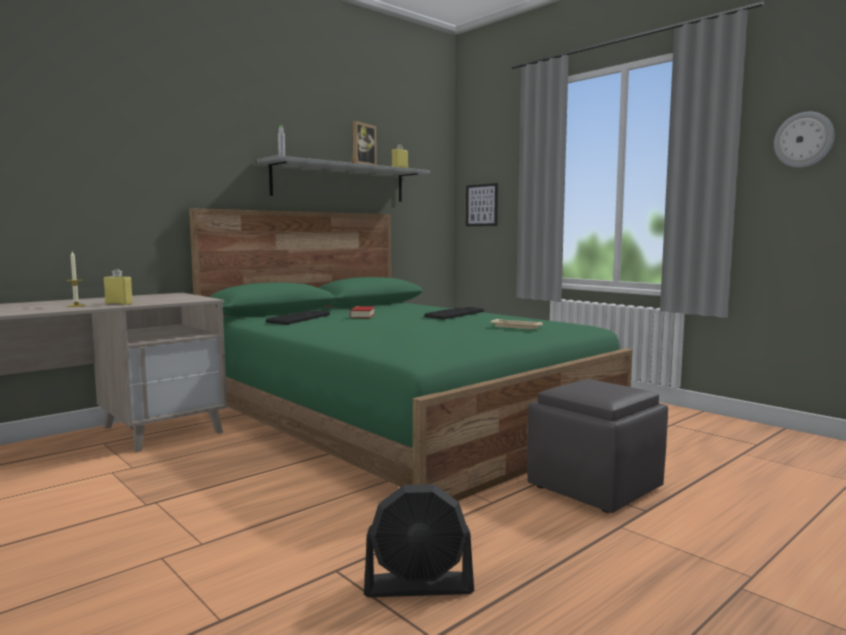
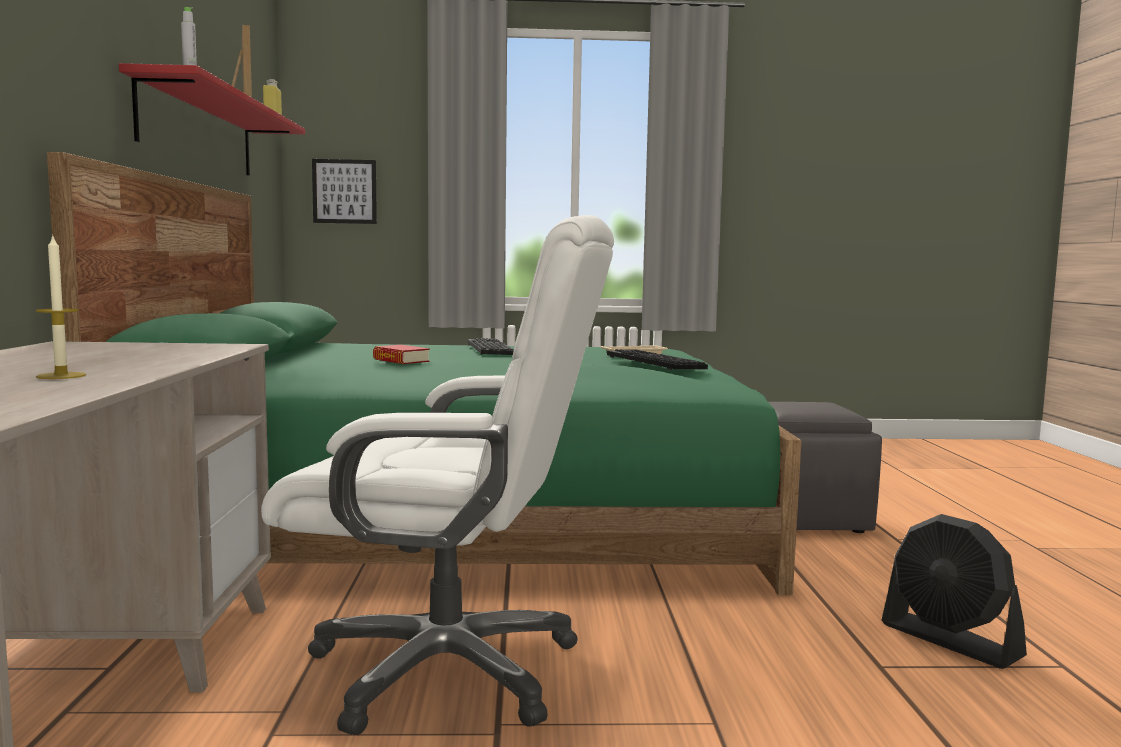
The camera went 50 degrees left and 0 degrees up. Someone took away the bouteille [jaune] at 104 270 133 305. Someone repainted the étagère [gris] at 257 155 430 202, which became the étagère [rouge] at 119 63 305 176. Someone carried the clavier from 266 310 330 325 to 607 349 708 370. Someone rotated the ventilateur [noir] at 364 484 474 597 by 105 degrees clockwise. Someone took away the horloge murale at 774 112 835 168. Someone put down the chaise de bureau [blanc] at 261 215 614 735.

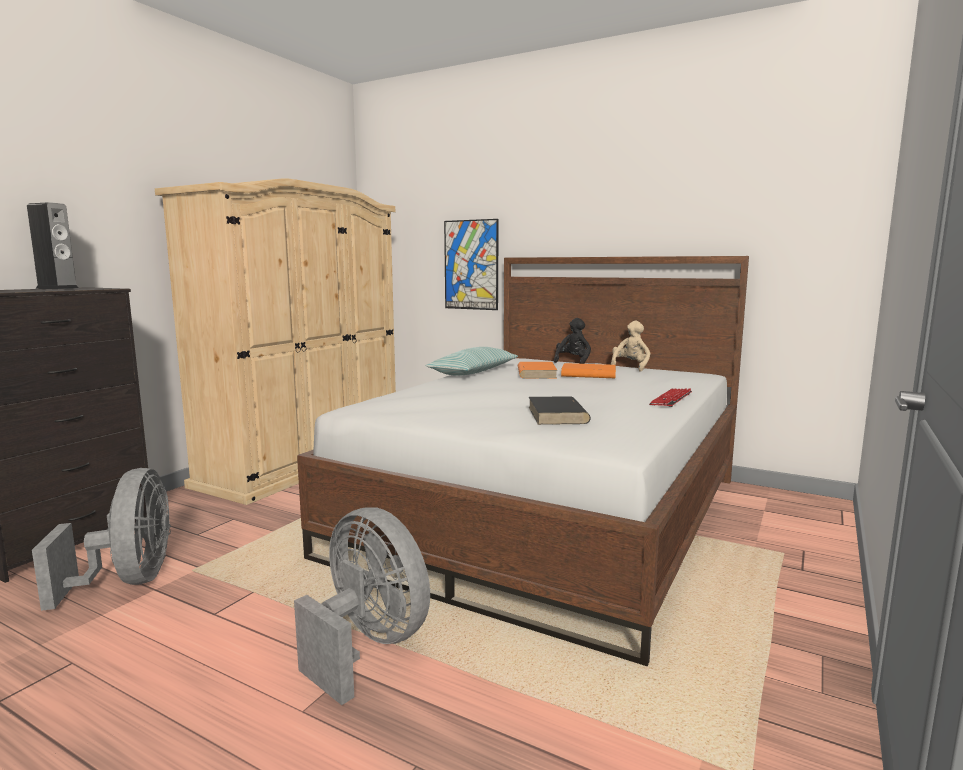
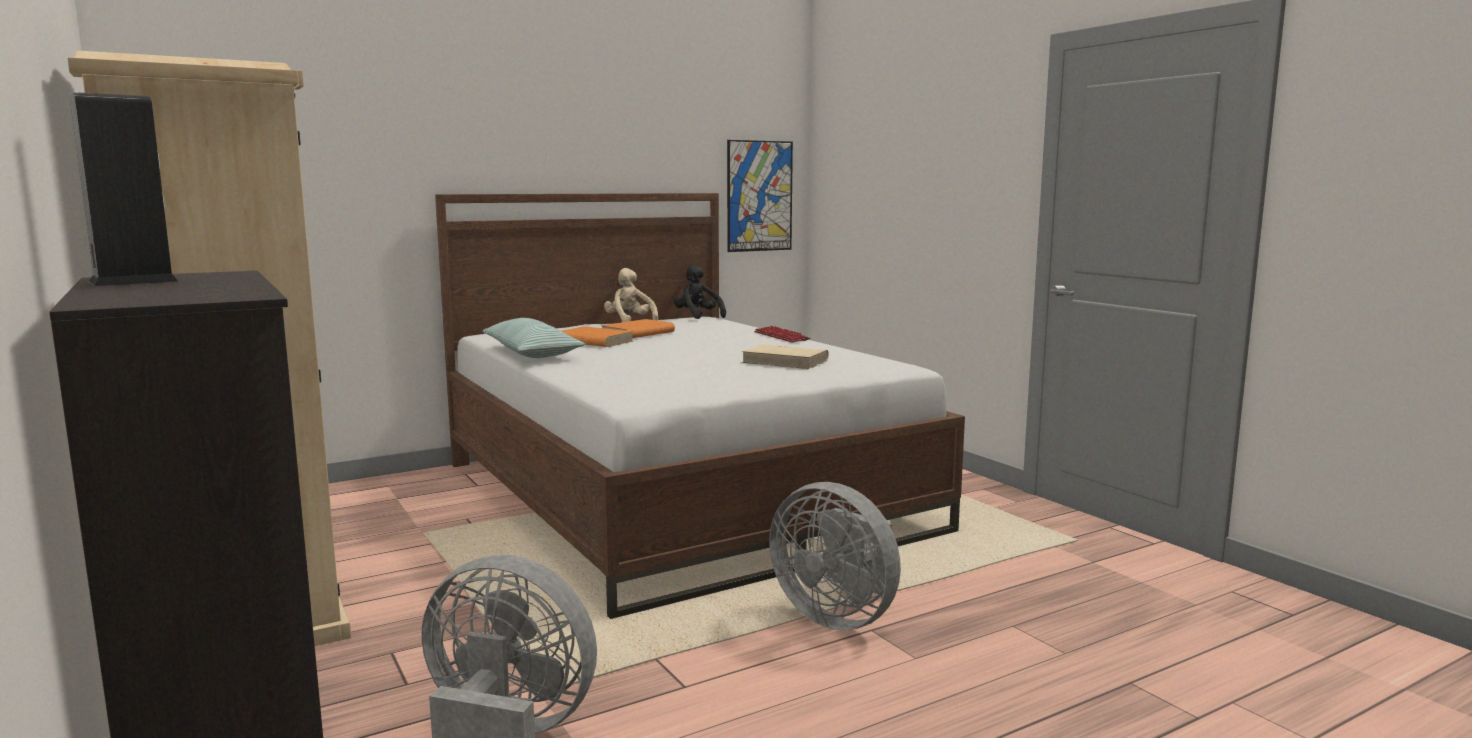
The camera went 60 degrees left and 0 degrees up. Someone rotated the ventilateur [gris] at 294 507 430 705 by 120 degrees counterclockwise. Someone carried the tableau from 444 219 499 310 to 727 140 793 252. Someone repainted the livre [noir] at 529 396 591 425, which became the livre [beige] at 742 344 829 369. Someone carried the peluche [noir] from 554 318 591 364 to 674 264 726 319.

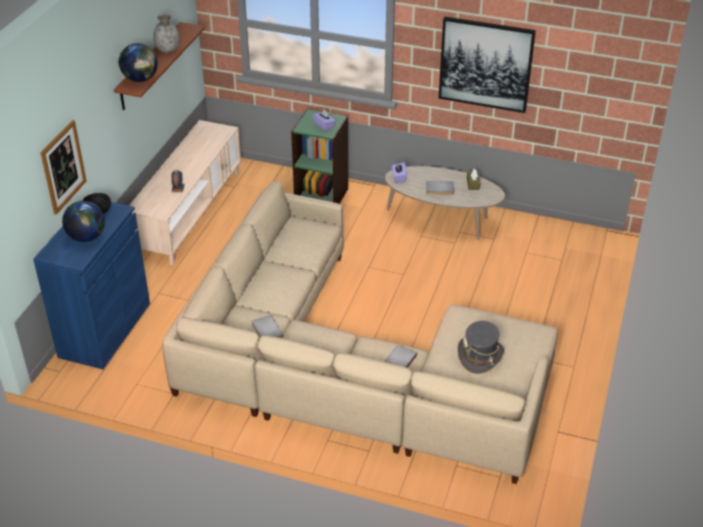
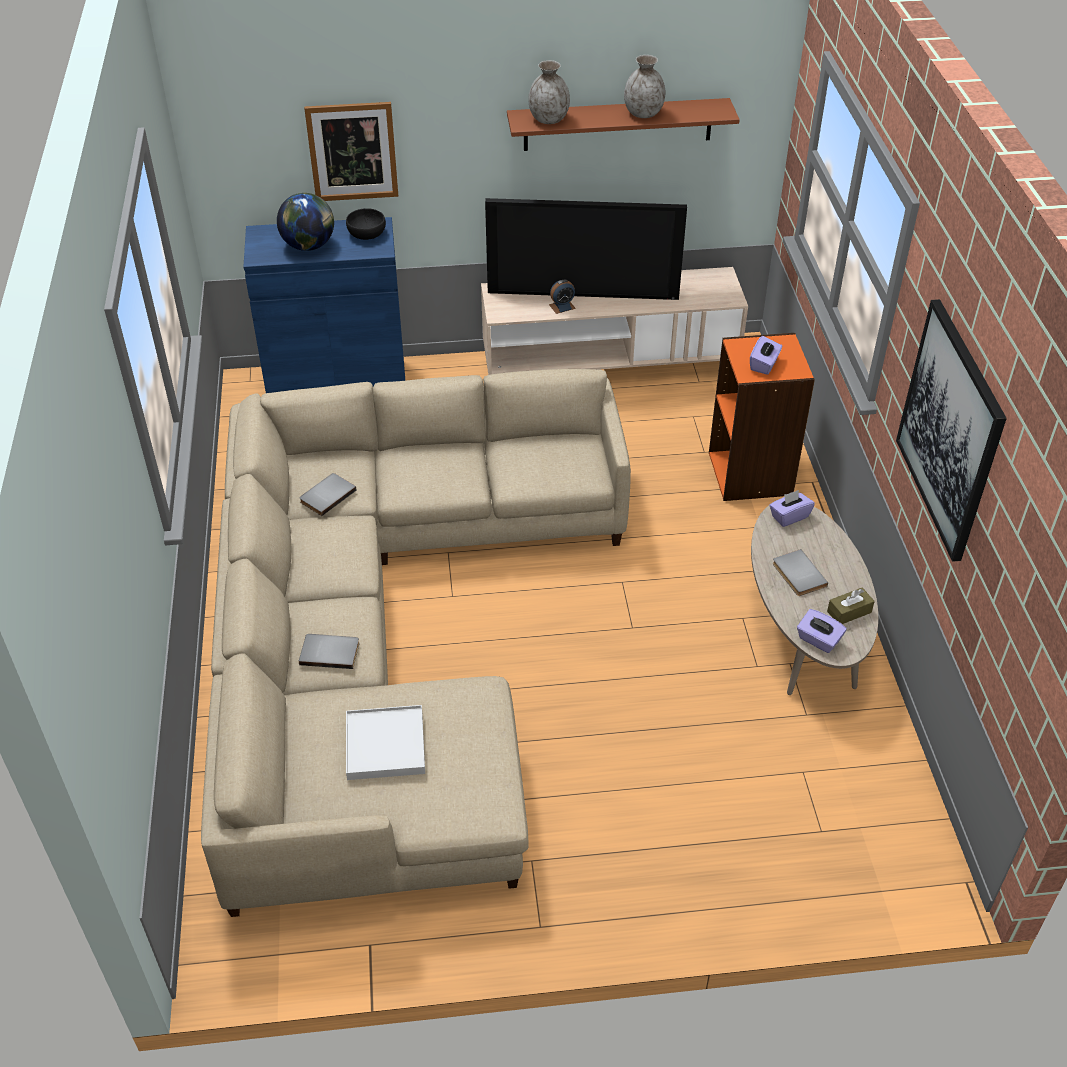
The camera went 65 degrees right and 5 degrees up. Someone swapped the globe at 119 43 158 82 for the vase [gris] at 528 60 570 124. Someone repainted the bibliothèque [vert] at 291 109 348 204, which became the bibliothèque [orange] at 709 333 815 501. Someone swapped the chapeau [gris] at 457 321 504 374 for the plateau [blanc] at 346 705 425 780. Someone put down the téléviseur at 485 198 687 300. Someone put down the boîte à mouchoirs [violet] at 797 609 847 653.

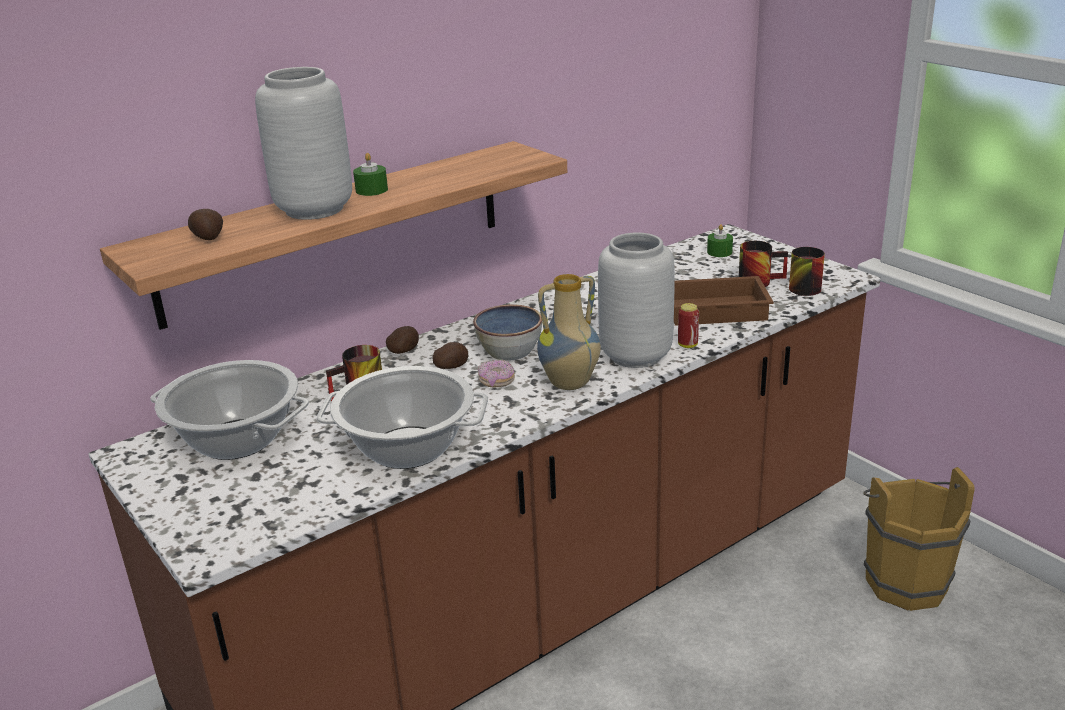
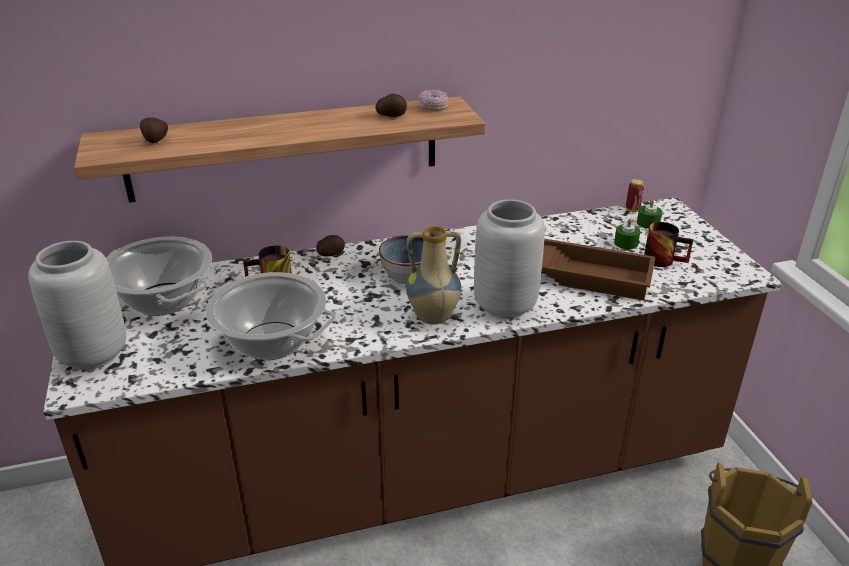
The camera went 20 degrees right and 5 degrees up. Someone carried the vase [gris] from 255 67 352 220 to 28 241 126 370. Someone carried the bougie [vert] from 353 153 388 196 to 614 218 640 249. Someone carried the pomme de terre from 433 342 468 369 to 376 94 407 117. Someone carried the beignet from 478 359 515 388 to 419 90 449 111. Someone carried the boîte métallique from 678 303 699 348 to 626 179 644 212. Someone took away the mug at 789 247 825 296.

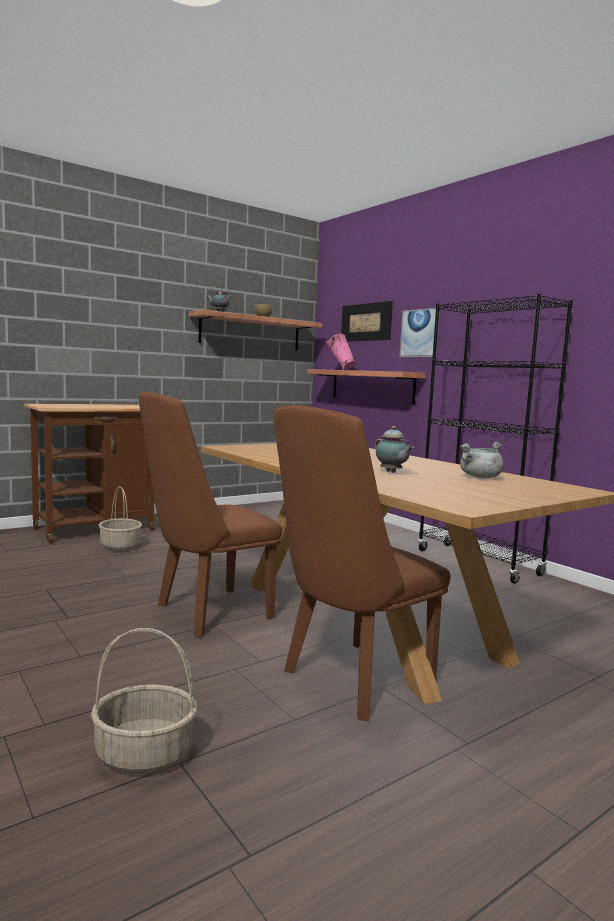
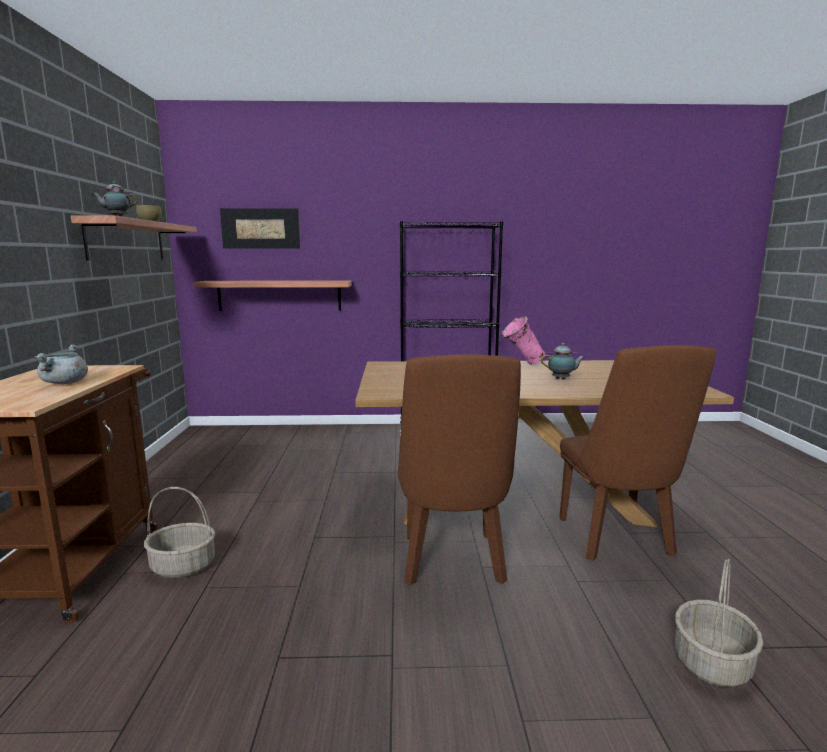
The camera went 55 degrees left and 5 degrees up. Someone carried the vase [rose] from 325 333 355 370 to 501 316 545 365. Someone took away the tableau at 399 308 440 357. Someone carried the marmite [gris] from 460 442 504 478 to 34 344 88 384.

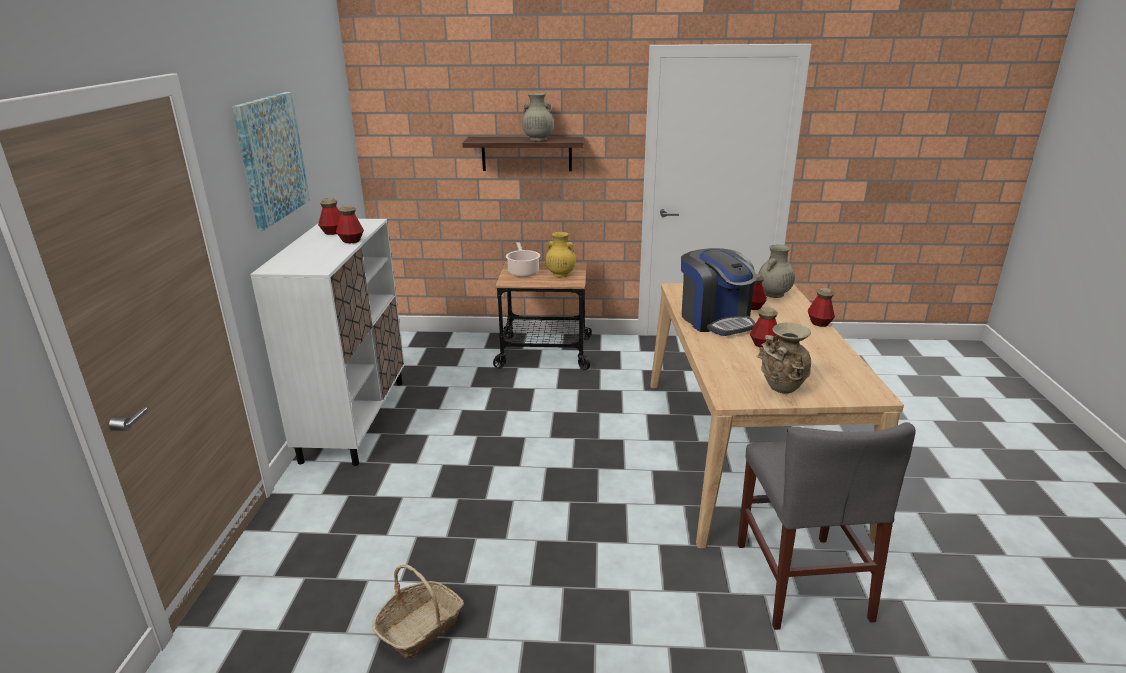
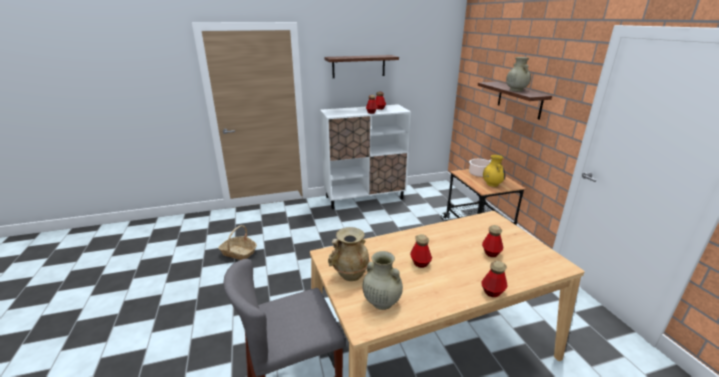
The camera went 70 degrees right and 0 degrees up. Someone swapped the tableau at 232 92 310 230 for the étagère at 324 55 399 78. Someone took away the machine à café at 681 248 757 336. Someone carried the vase [beige] from 758 245 795 298 to 362 251 403 310.

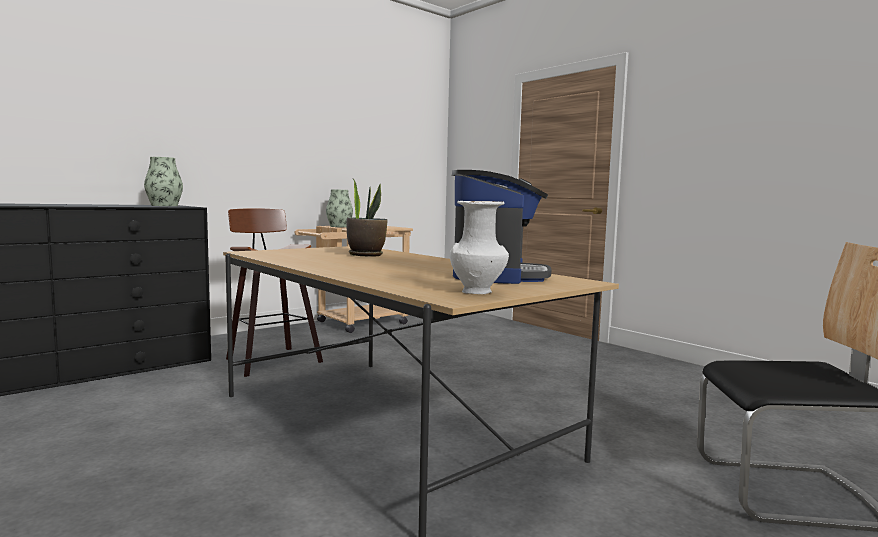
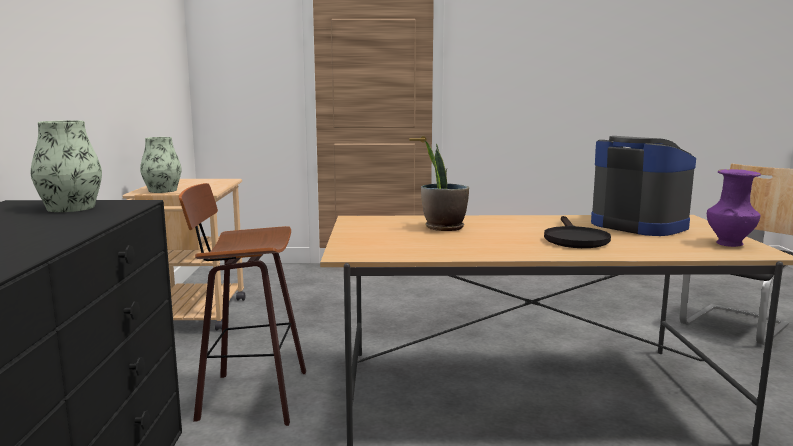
The camera went 50 degrees left and 5 degrees up. Someone repainted the vase [blanc] at 450 201 509 294, which became the vase [violet] at 707 169 761 247. Someone put down the poêle [noir] at 544 216 611 248.

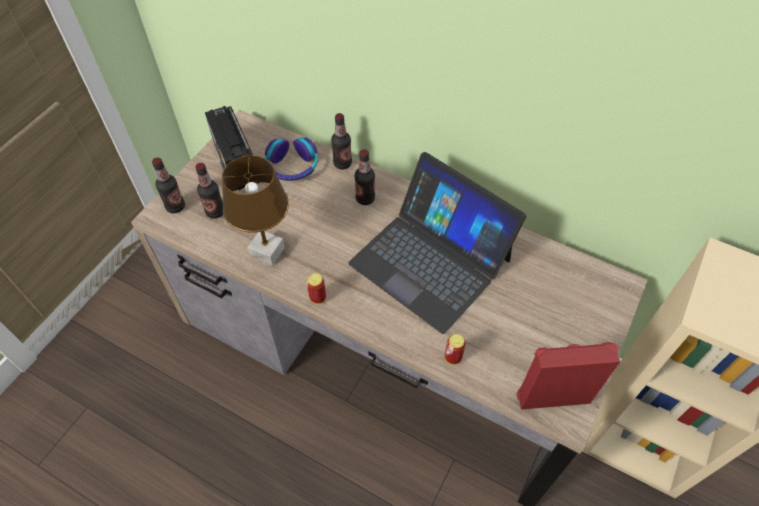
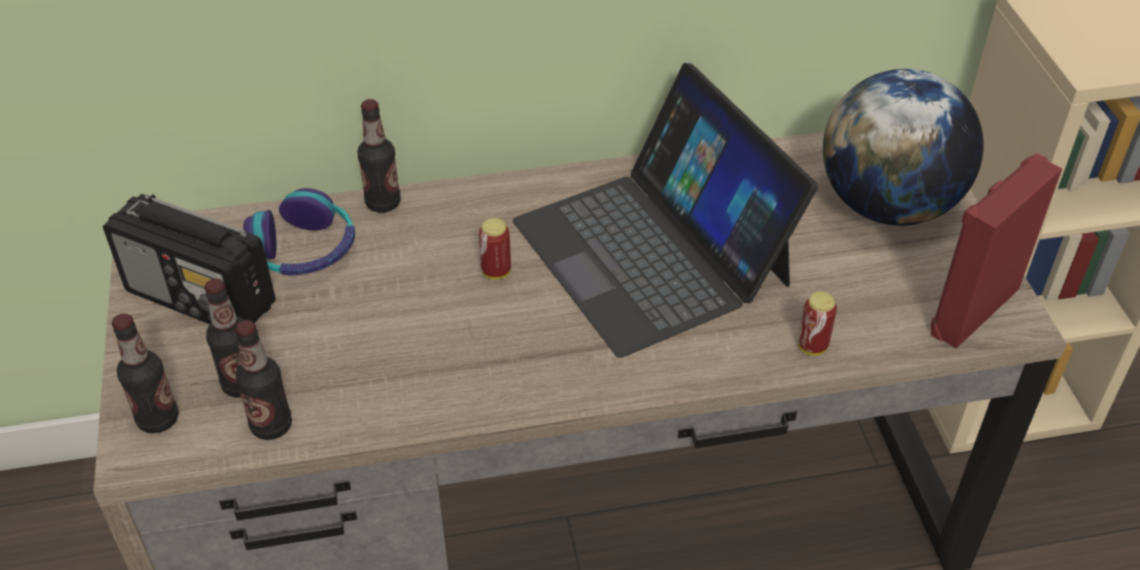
The camera went 40 degrees left and 10 degrees down. Someone took away the lampe de table [marron] at 222 155 289 266. Someone carried the boîte métallique from 307 273 326 304 to 479 218 511 280. Someone rotated the ordinateur portable at 348 152 526 334 by 60 degrees clockwise. Someone carried the bouteille from 355 149 375 205 to 235 320 292 440. Someone put down the globe at 823 69 984 226.

